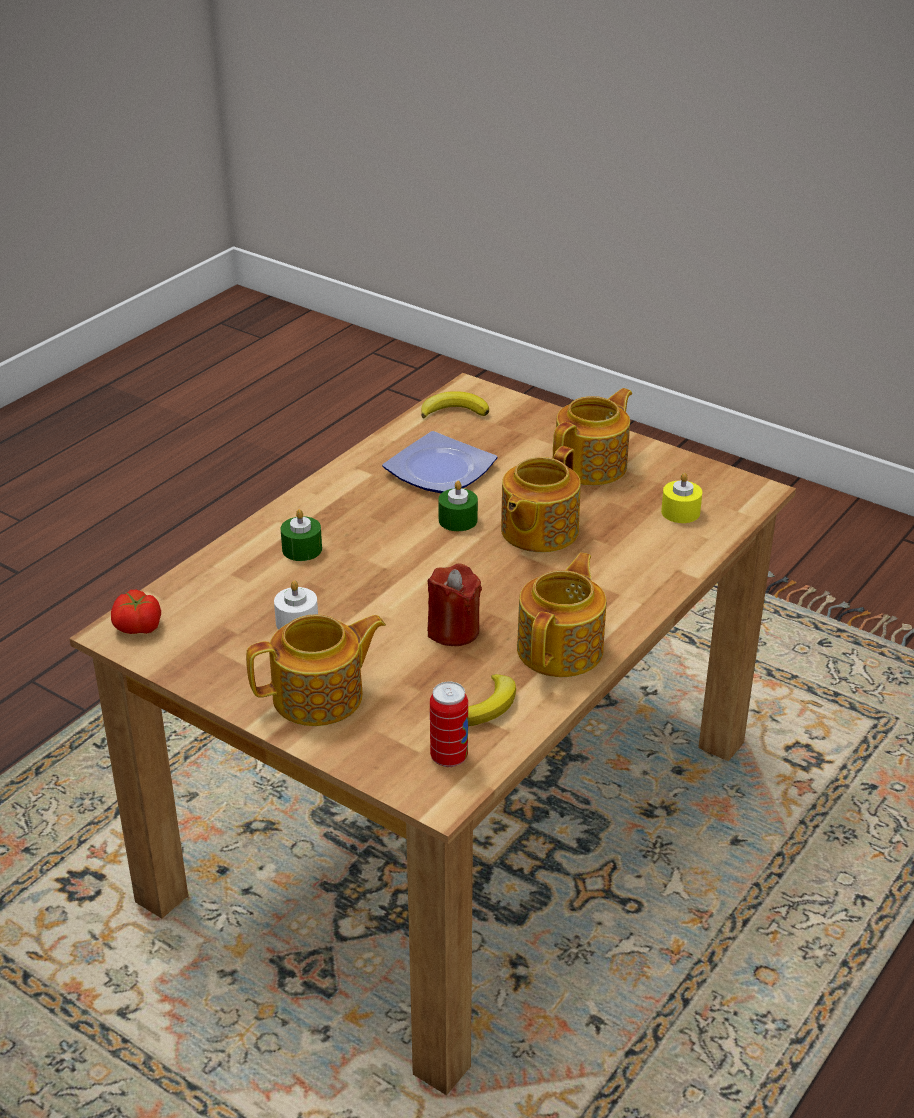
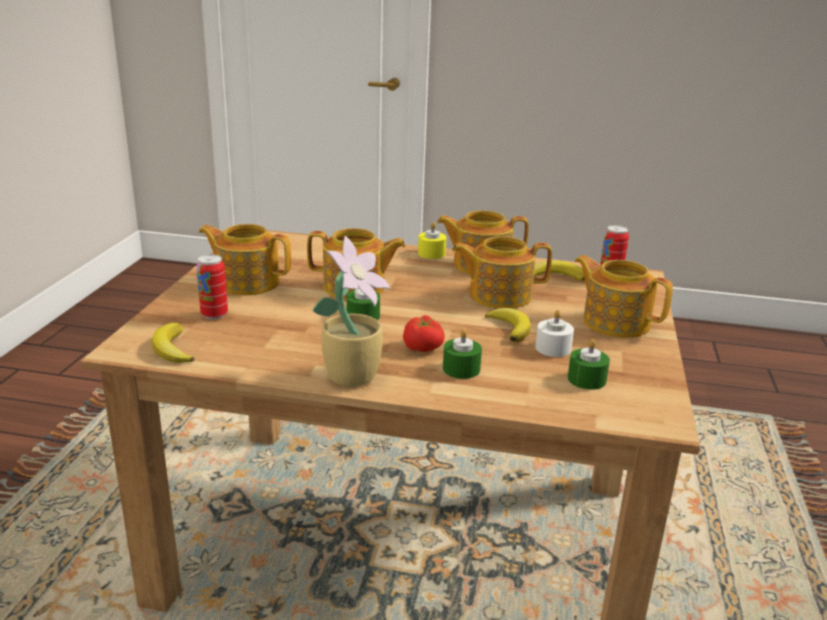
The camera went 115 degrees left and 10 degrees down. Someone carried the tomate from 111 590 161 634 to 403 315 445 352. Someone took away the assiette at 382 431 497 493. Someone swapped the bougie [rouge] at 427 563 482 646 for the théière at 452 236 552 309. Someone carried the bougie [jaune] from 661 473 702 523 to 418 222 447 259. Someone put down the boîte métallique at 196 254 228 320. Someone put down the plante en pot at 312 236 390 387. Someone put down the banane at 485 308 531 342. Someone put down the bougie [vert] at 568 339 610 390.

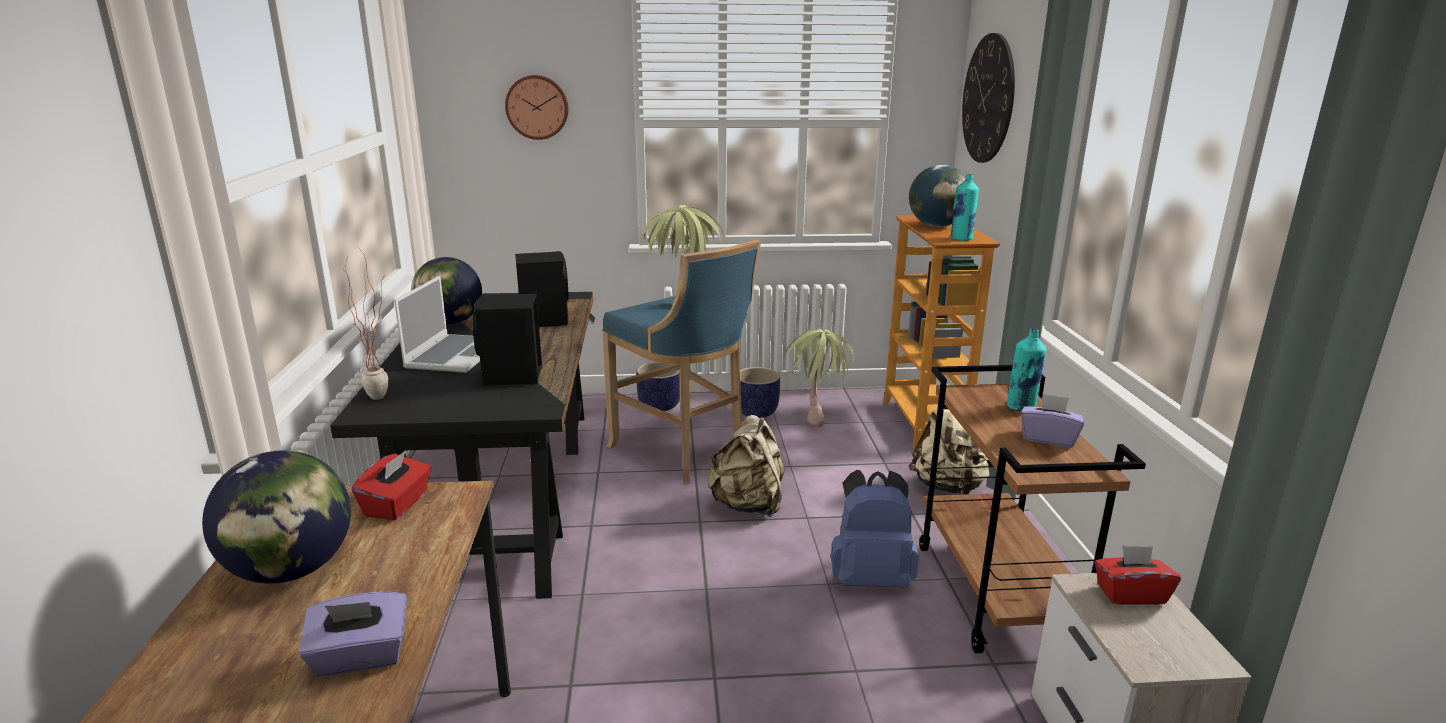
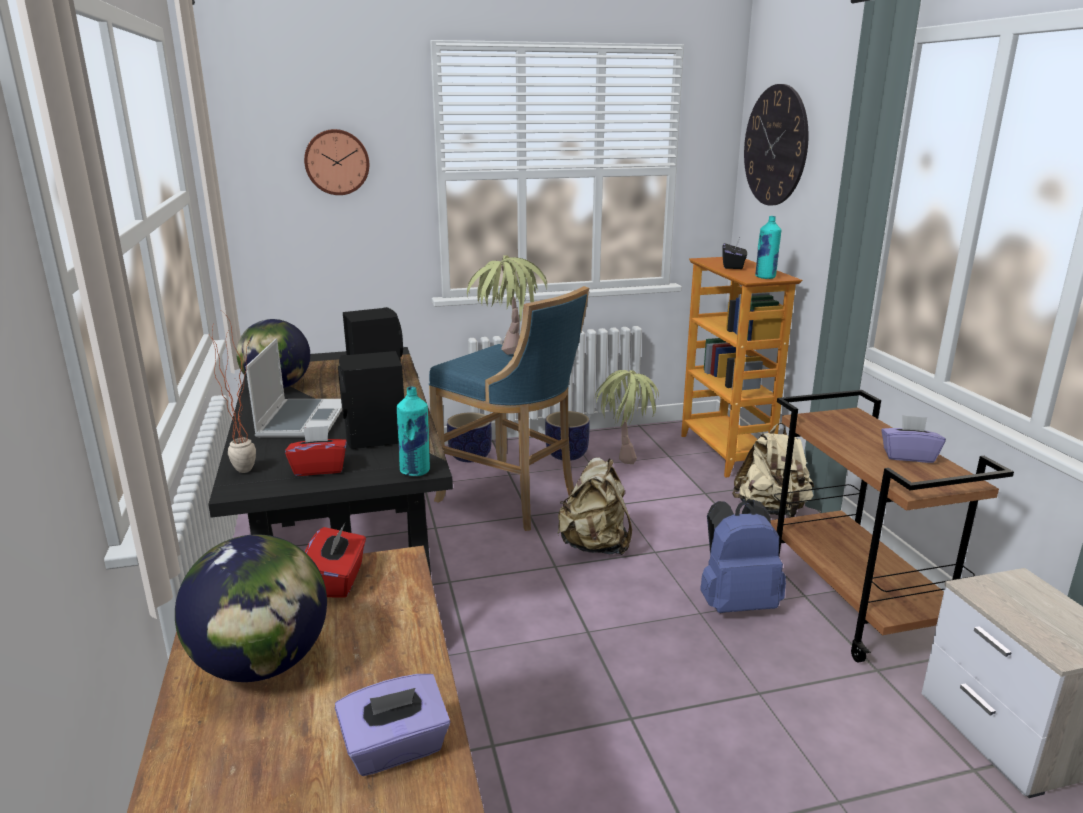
The camera went 10 degrees left and 0 degrees up. Someone swapped the globe at 909 165 966 227 for the boîte à mouchoirs [noir] at 722 238 747 269. Someone carried the bouteille [turquoise] from 1007 329 1046 412 to 397 386 430 476. Someone carried the boîte à mouchoirs [rouge] from 1095 546 1181 605 to 285 426 347 476.

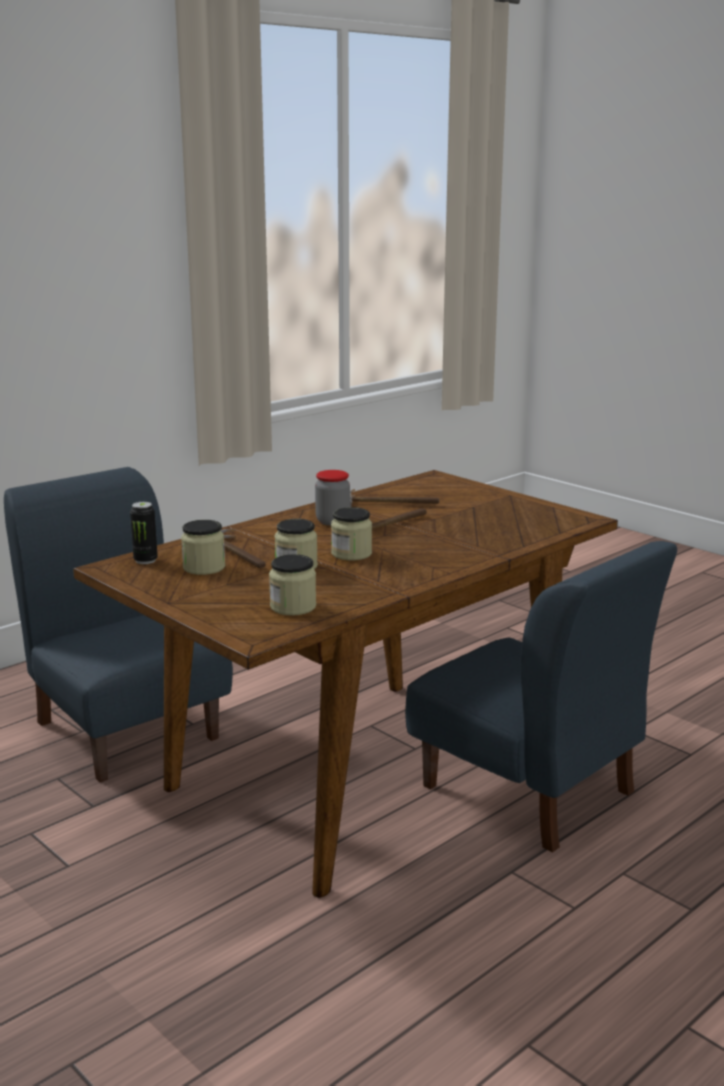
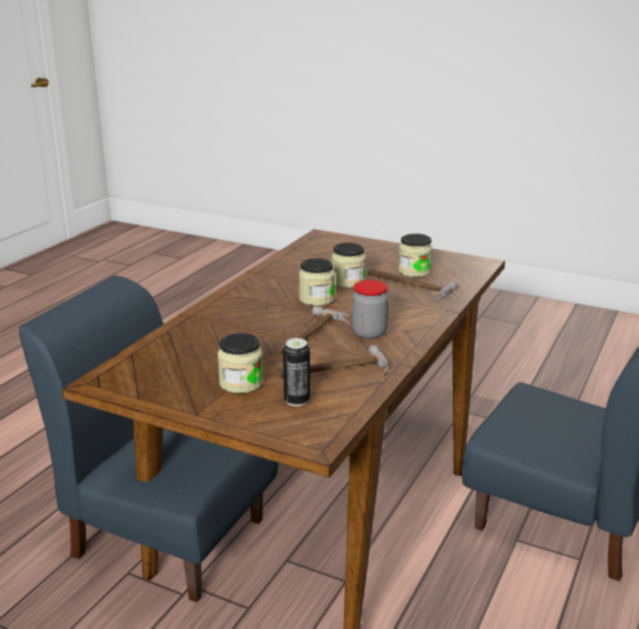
The camera went 160 degrees right and 5 degrees up. Someone carried the boîte métallique from 130 502 158 564 to 283 338 310 406. Someone carried the bocal from 269 554 316 616 to 218 333 263 393.

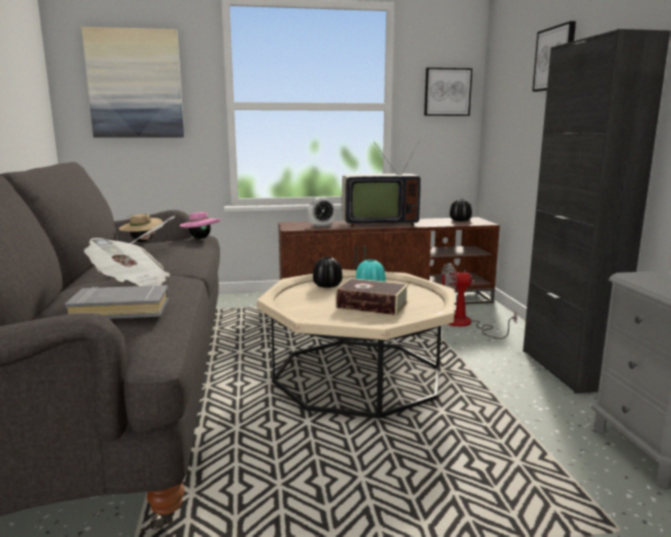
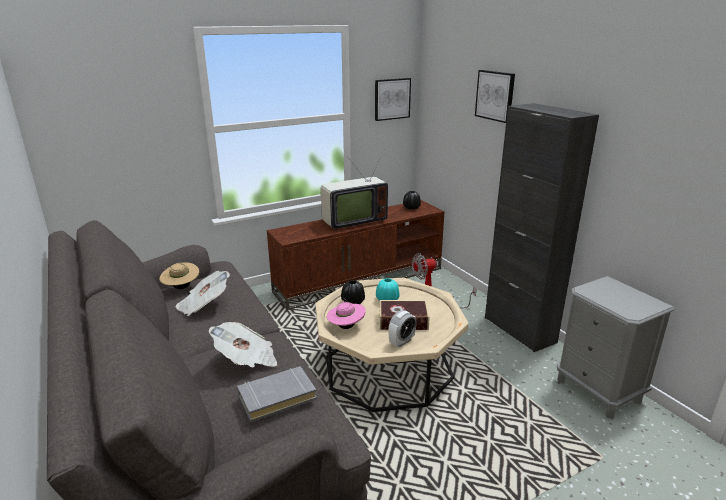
The camera went 20 degrees left and 10 degrees up. Someone took away the tableau at 81 27 184 138. Someone carried the chapeau [rose] from 179 211 220 239 to 327 299 366 329. Someone carried the réveil from 308 197 335 227 to 388 311 417 347.

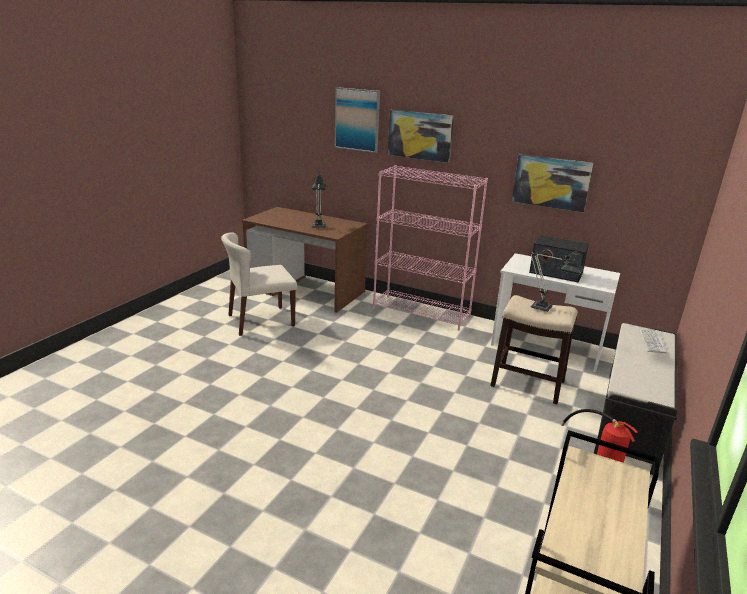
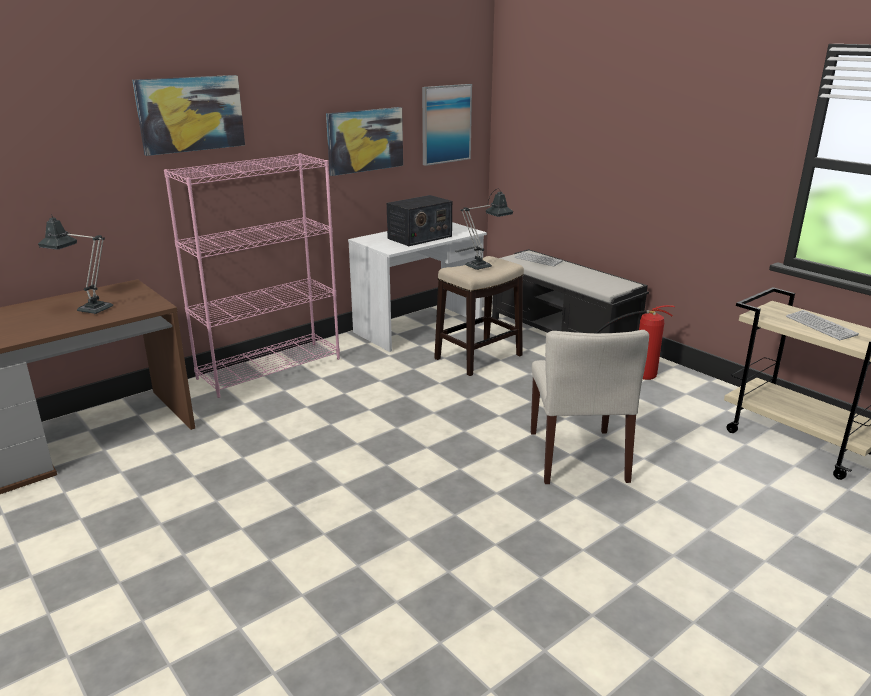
The camera went 65 degrees left and 0 degrees up. Someone carried the chaise [beige] from 221 232 297 336 to 531 330 649 484. Someone carried the tableau from 335 87 380 153 to 422 84 472 166. Someone put down the clavier at 786 310 859 340.

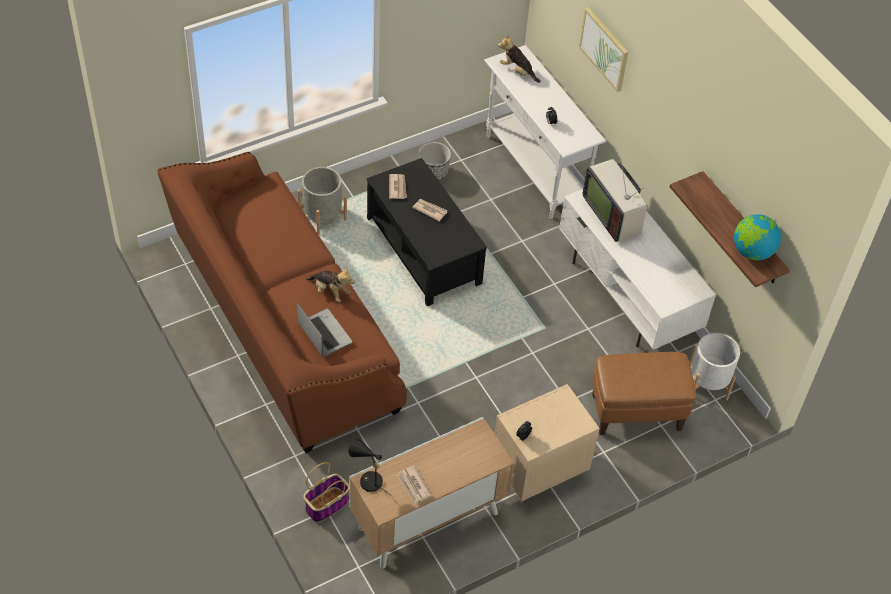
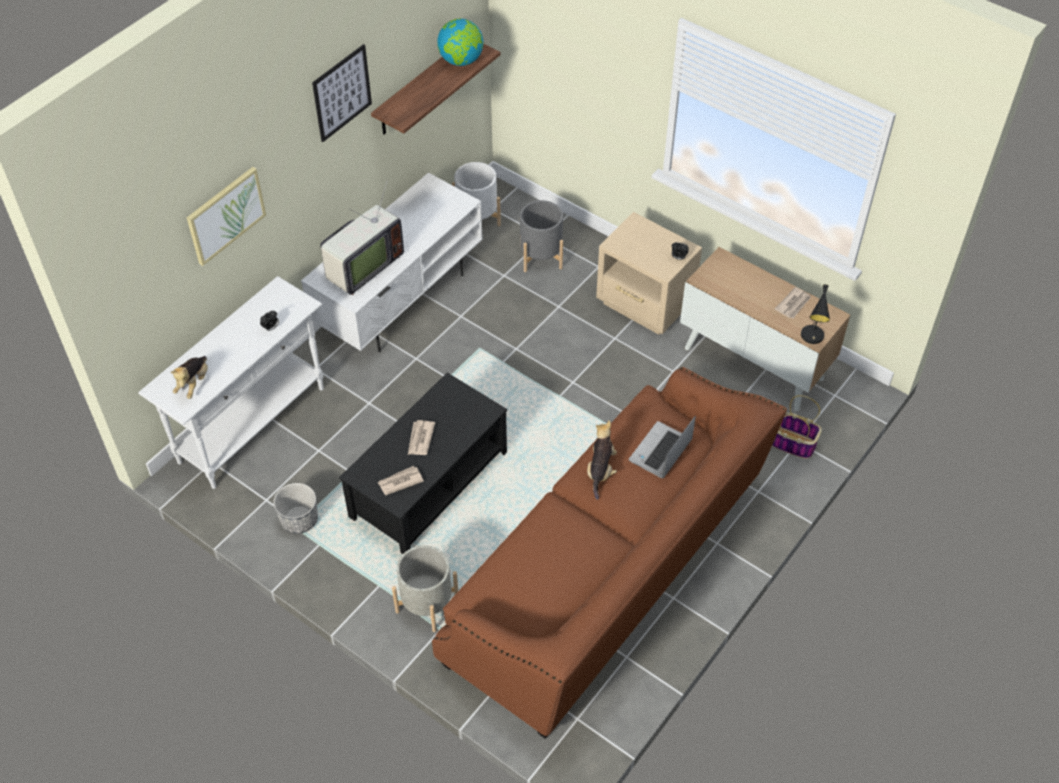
The camera went 110 degrees left and 0 degrees up. Someone swapped the pouf [marron] at 592 352 696 435 for the cache-pot [gris] at 520 200 563 272. Someone put up the tableau at 312 44 372 142.

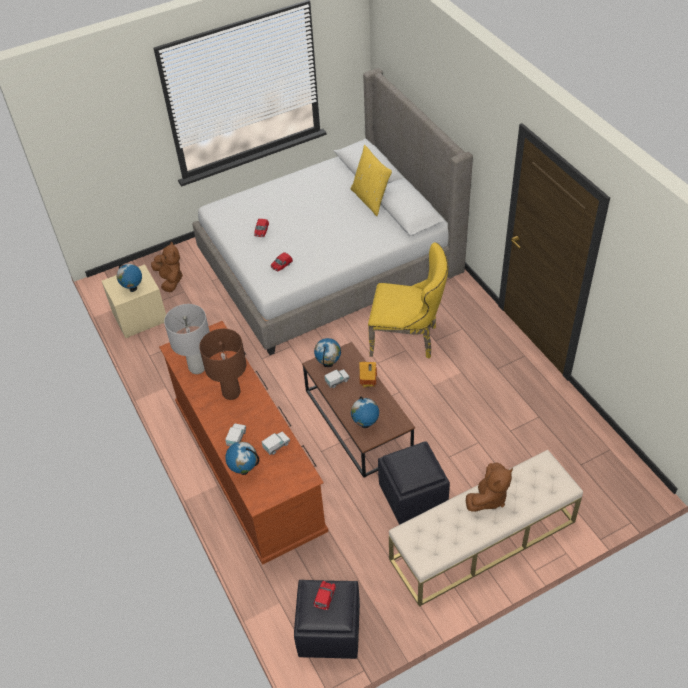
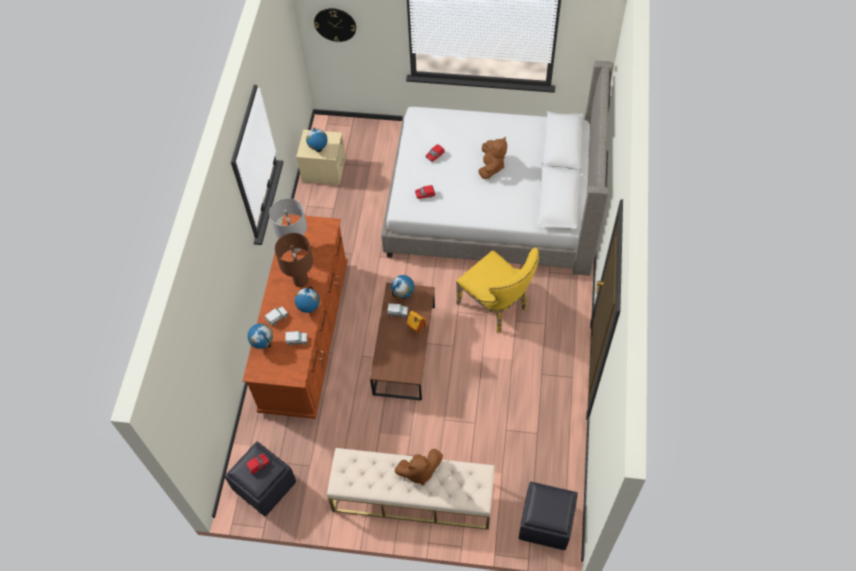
The camera went 35 degrees right and 10 degrees up. Someone carried the peluche [marron] from 151 242 183 292 to 478 137 507 179. Someone took away the coussin [jaune] at 351 145 392 216. Someone carried the globe from 351 396 379 428 to 295 287 320 313. Someone carried the pouf [noir] from 378 441 450 524 to 519 482 578 550. Someone put up the horloge murale at 314 8 356 42.

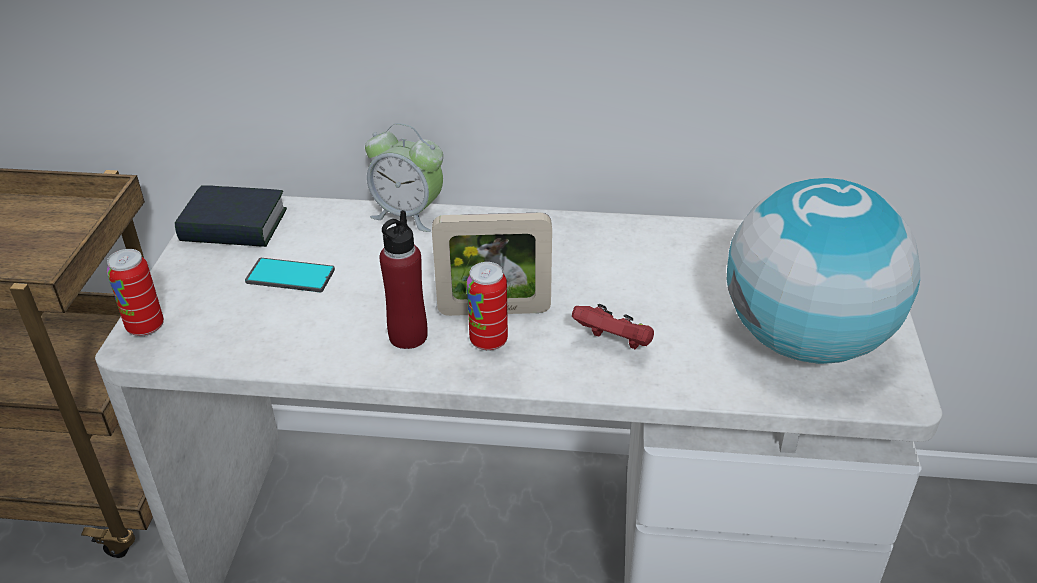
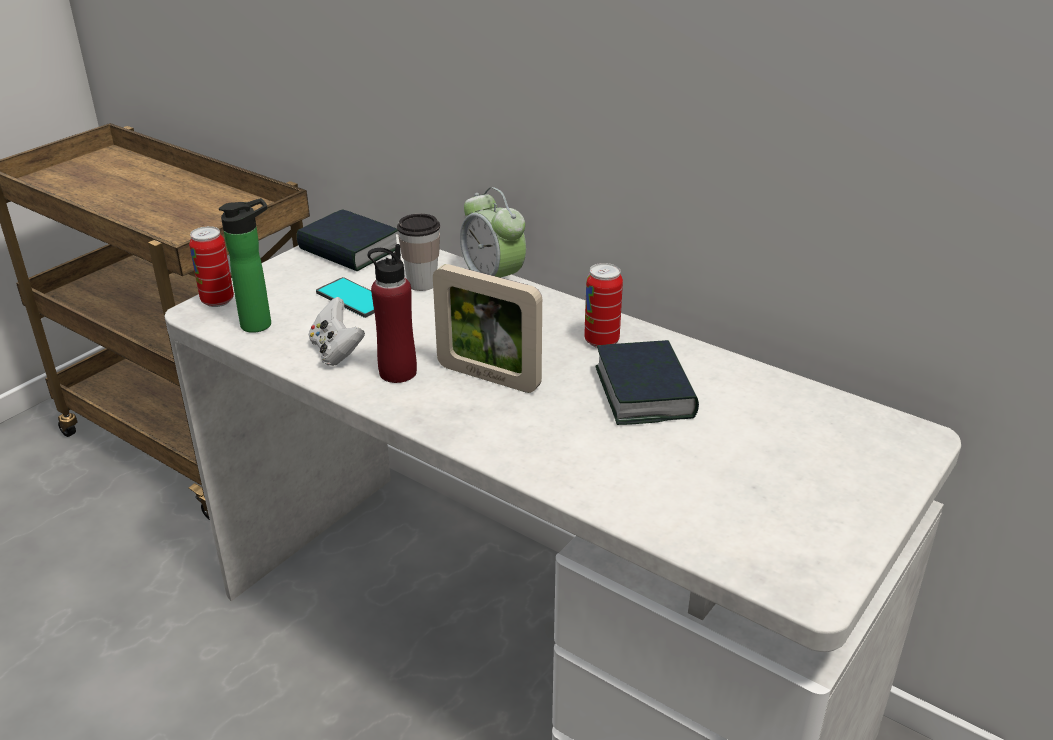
The camera went 30 degrees right and 5 degrees down. Someone carried the boîte métallique from 467 262 508 351 to 584 263 623 348. Someone took away the manette [rouge] at 572 304 654 349. Someone took away the globe at 727 178 920 364. Someone put down the bouteille at 219 198 271 333. Someone put down the manette [blanc] at 309 297 365 366. Someone put down the tasse at 397 214 440 291. Someone put down the livre at 596 340 699 425.

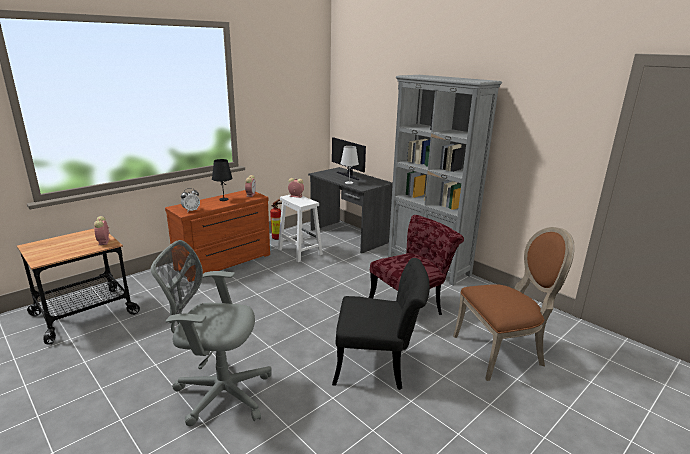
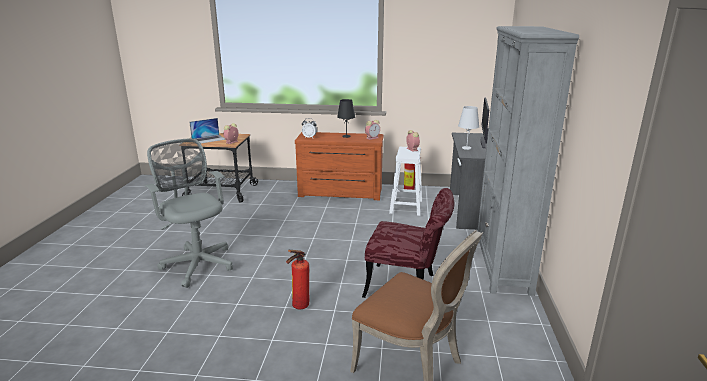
The camera went 50 degrees right and 0 degrees up. Someone swapped the chaise [noir] at 332 258 430 390 for the extincteur at 286 250 309 309. Someone put down the ordinateur portable at 189 118 226 143.

